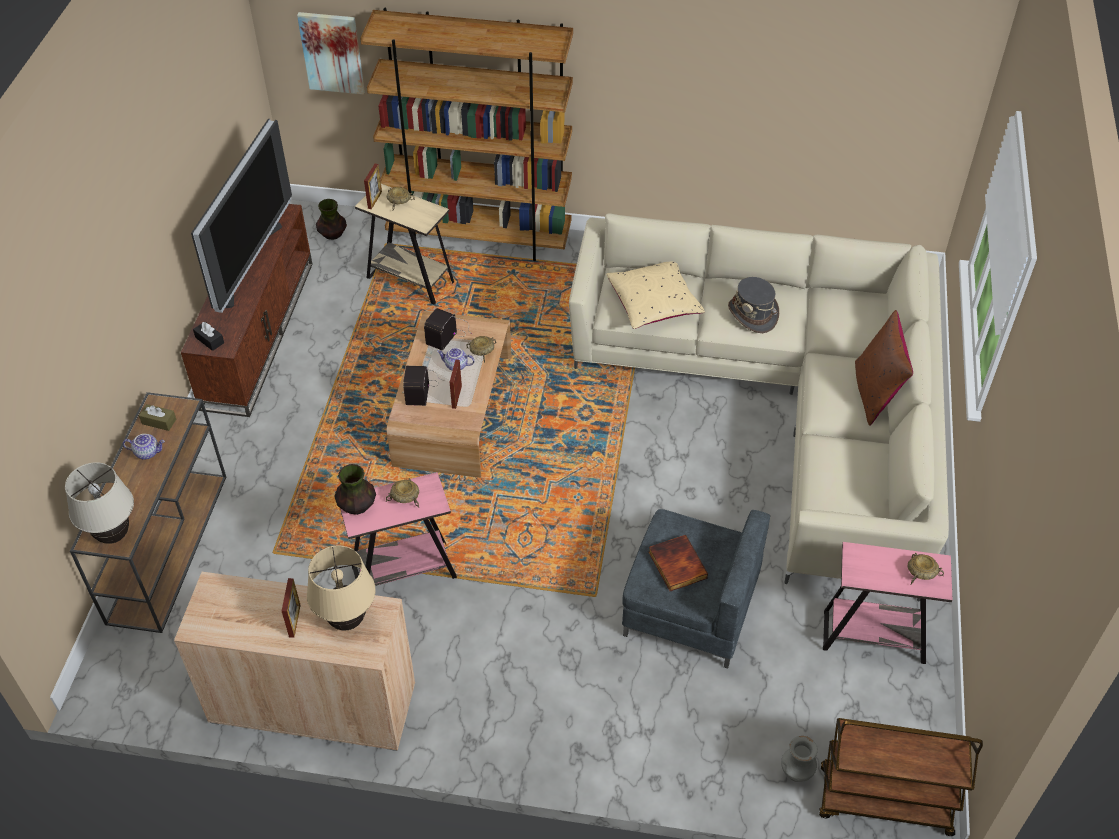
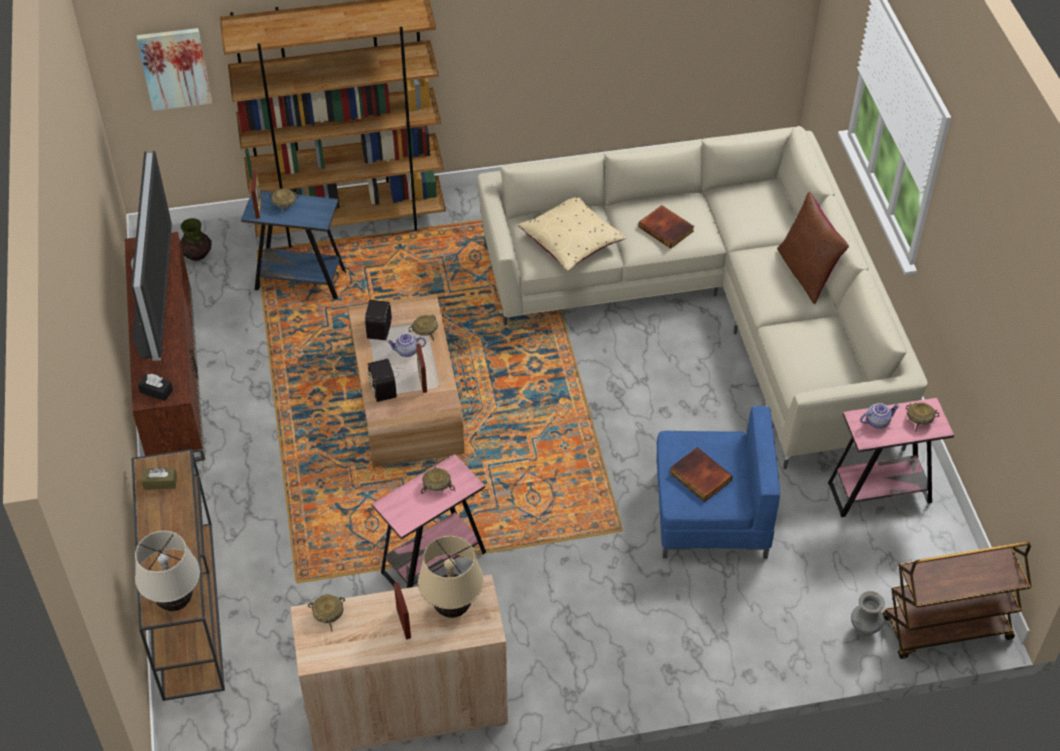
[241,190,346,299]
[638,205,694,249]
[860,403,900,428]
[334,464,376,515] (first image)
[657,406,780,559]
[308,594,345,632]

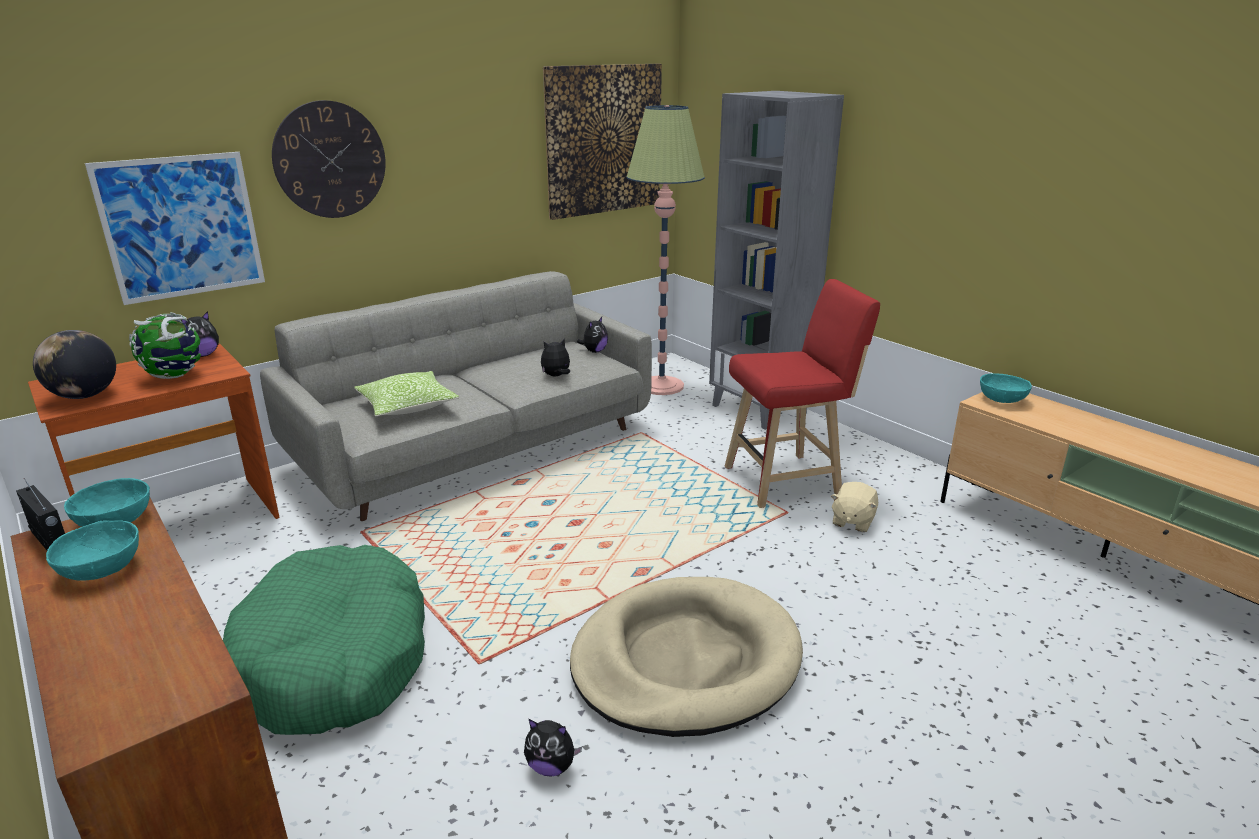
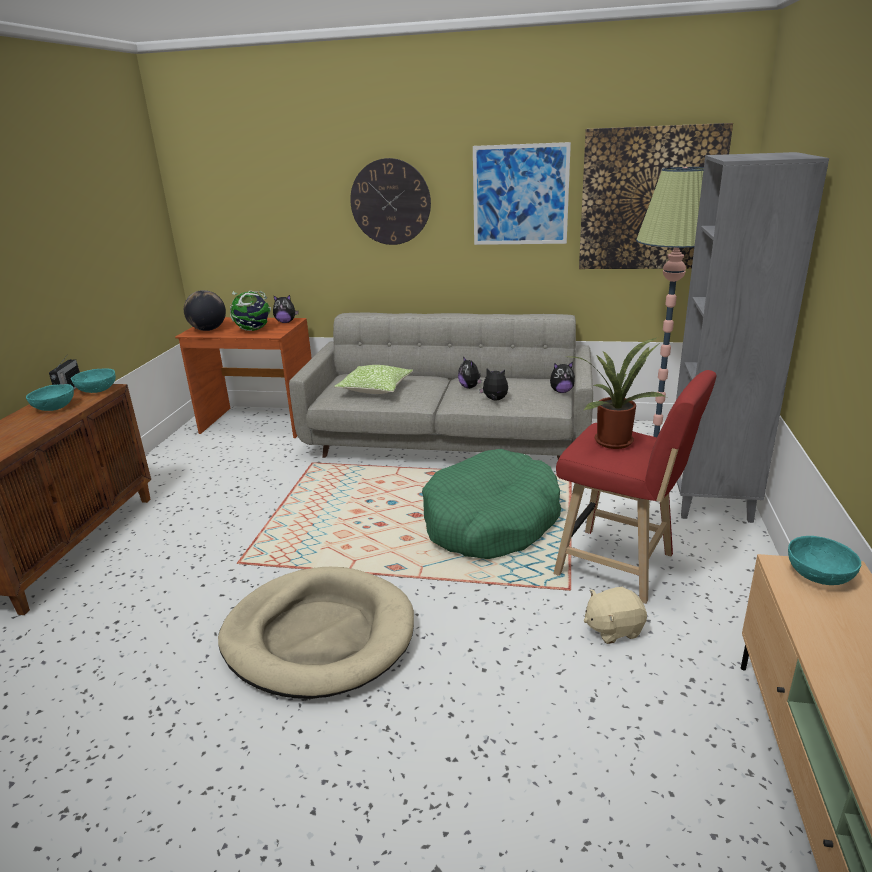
[473,142,571,245]
[422,449,561,559]
[458,356,482,389]
[568,337,666,449]

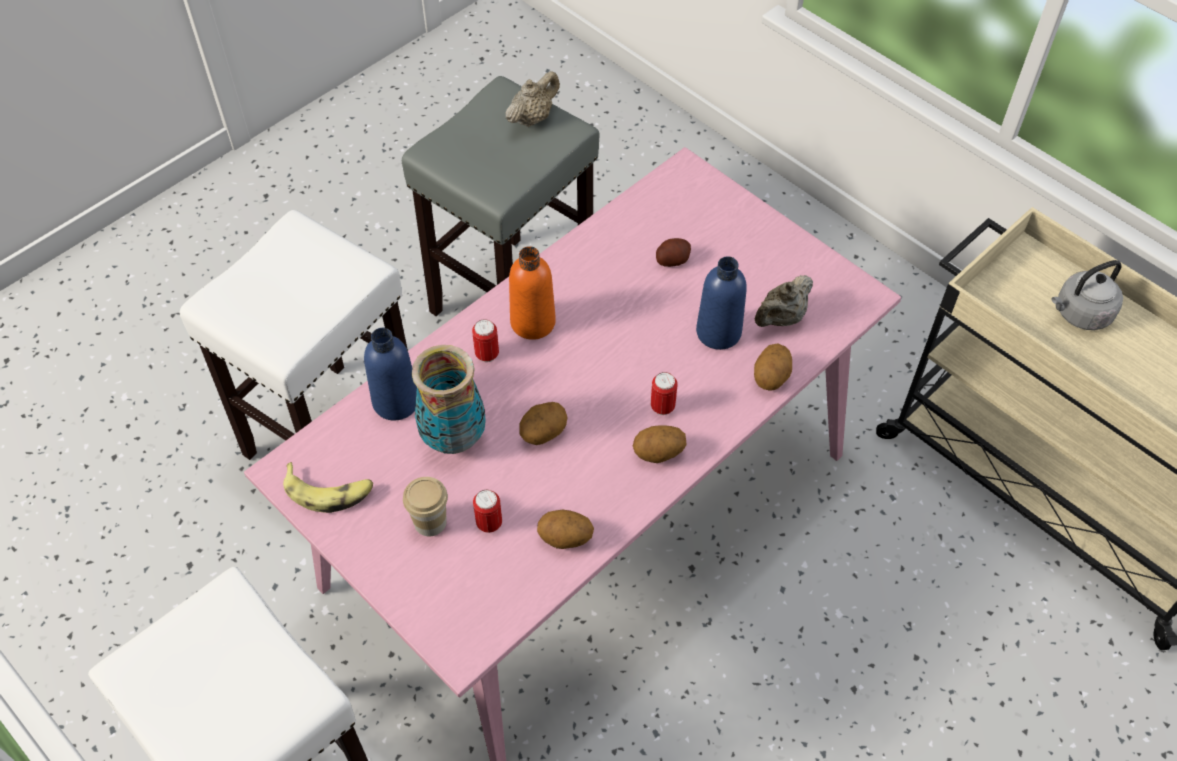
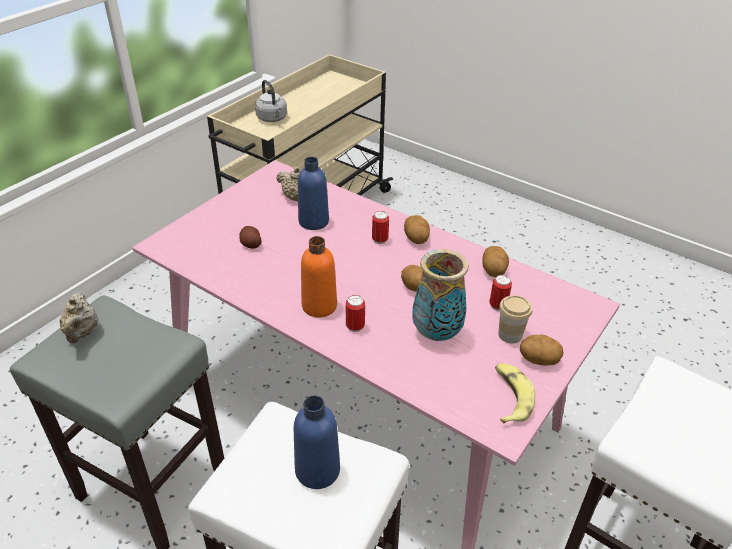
[60,293,98,343]
[294,395,340,489]
[520,334,563,366]

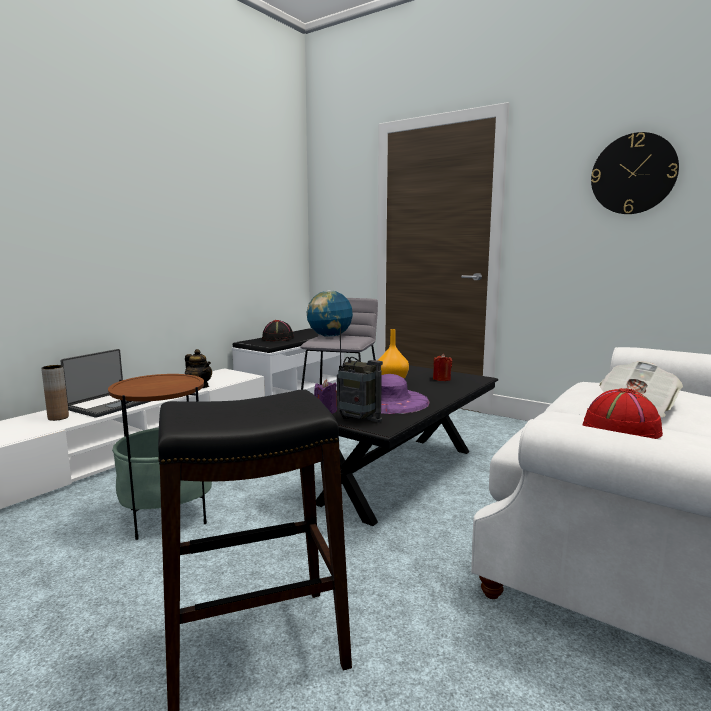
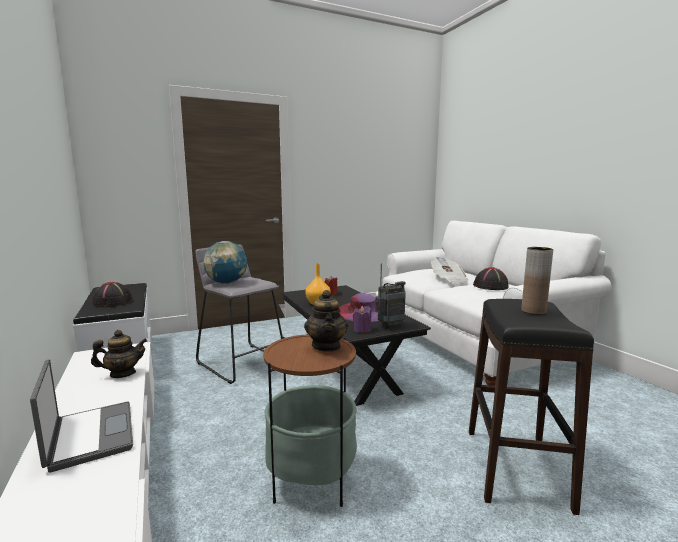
[591,132,679,214] (first image)
[521,247,553,315]
[473,267,509,290]
[304,290,348,352]

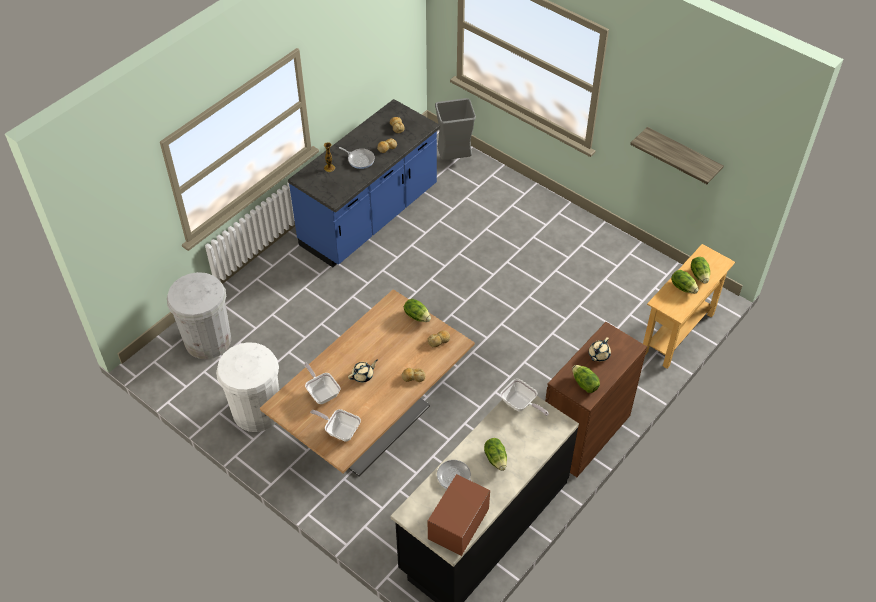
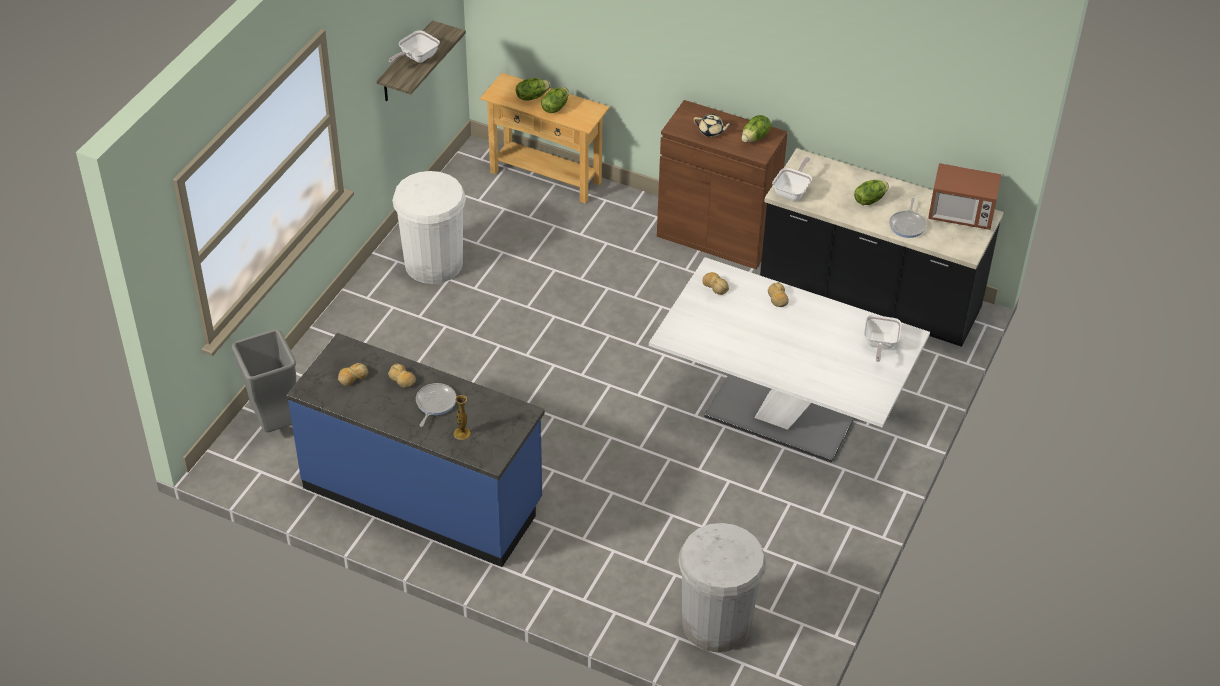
[649,257,930,463]
[404,299,431,322] (first image)
[392,171,466,284]
[348,360,378,383] (first image)
[388,30,440,64]

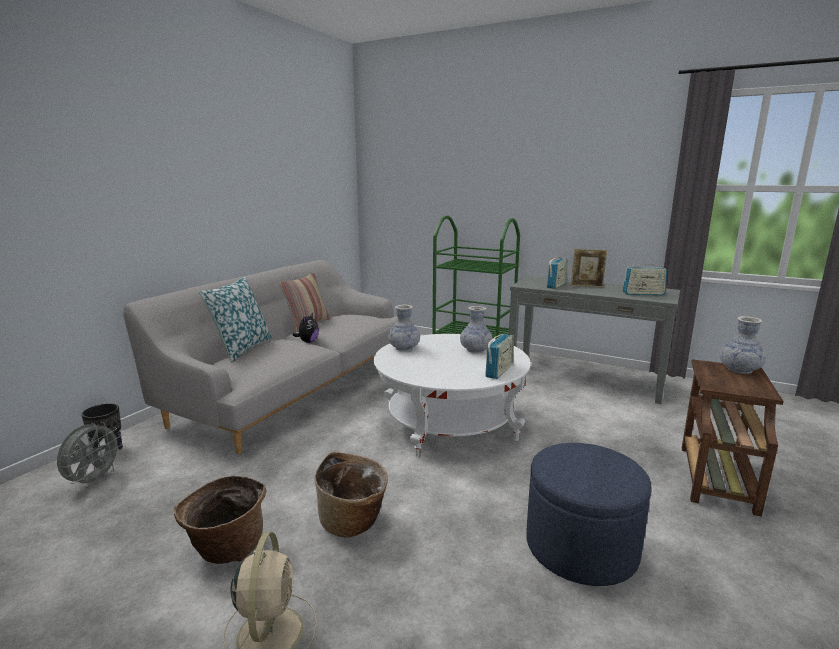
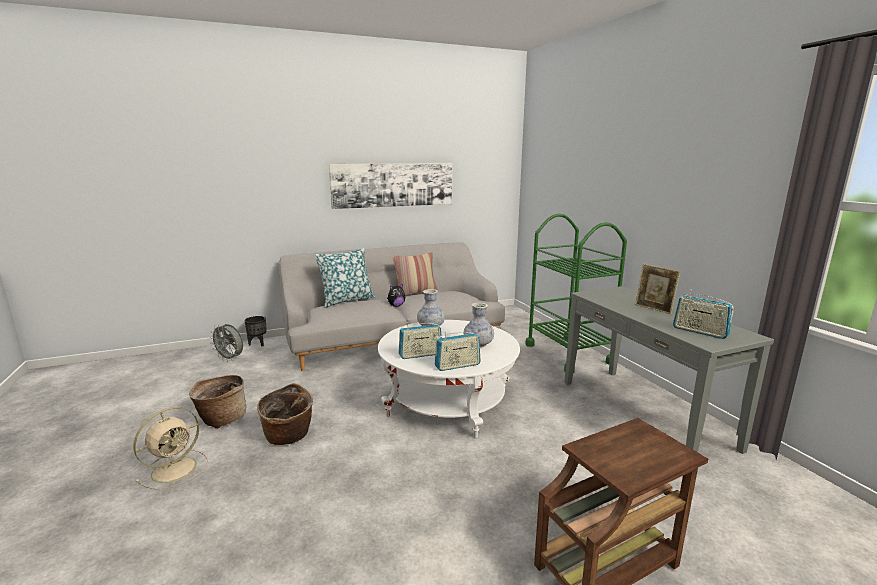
[399,322,442,359]
[719,316,766,374] (first image)
[210,324,243,361]
[526,443,651,586] (first image)
[329,163,452,209]

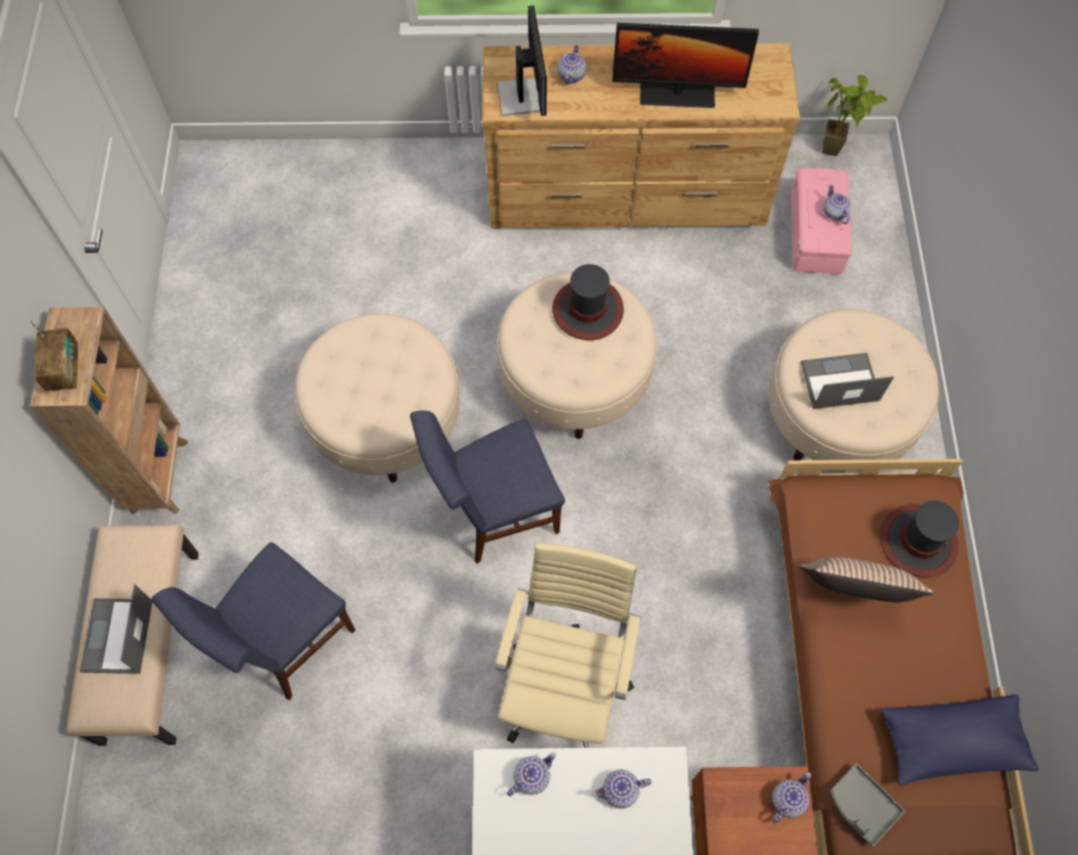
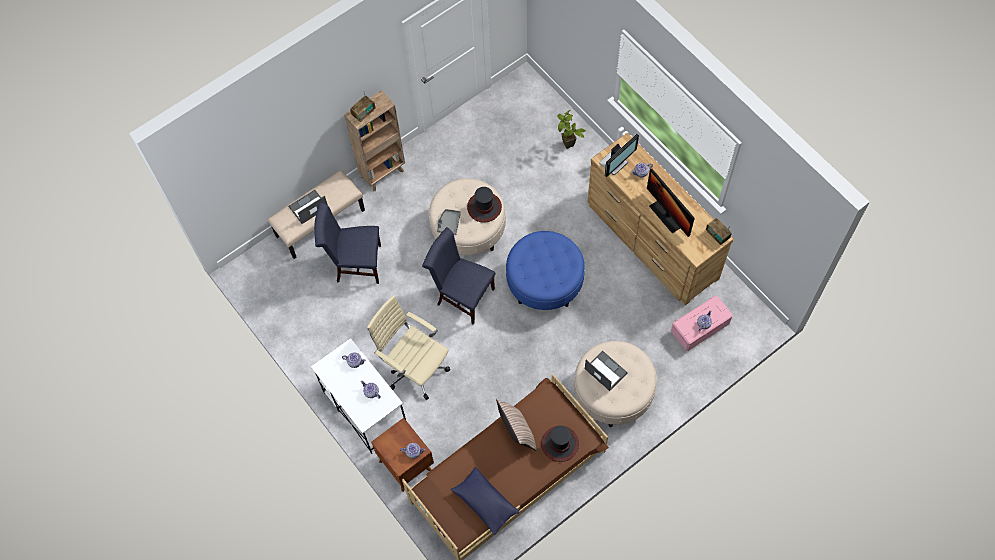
[557,110,586,149]
[467,187,502,223]
[506,231,585,310]
[367,295,450,400]
[437,209,461,235]
[706,218,732,245]

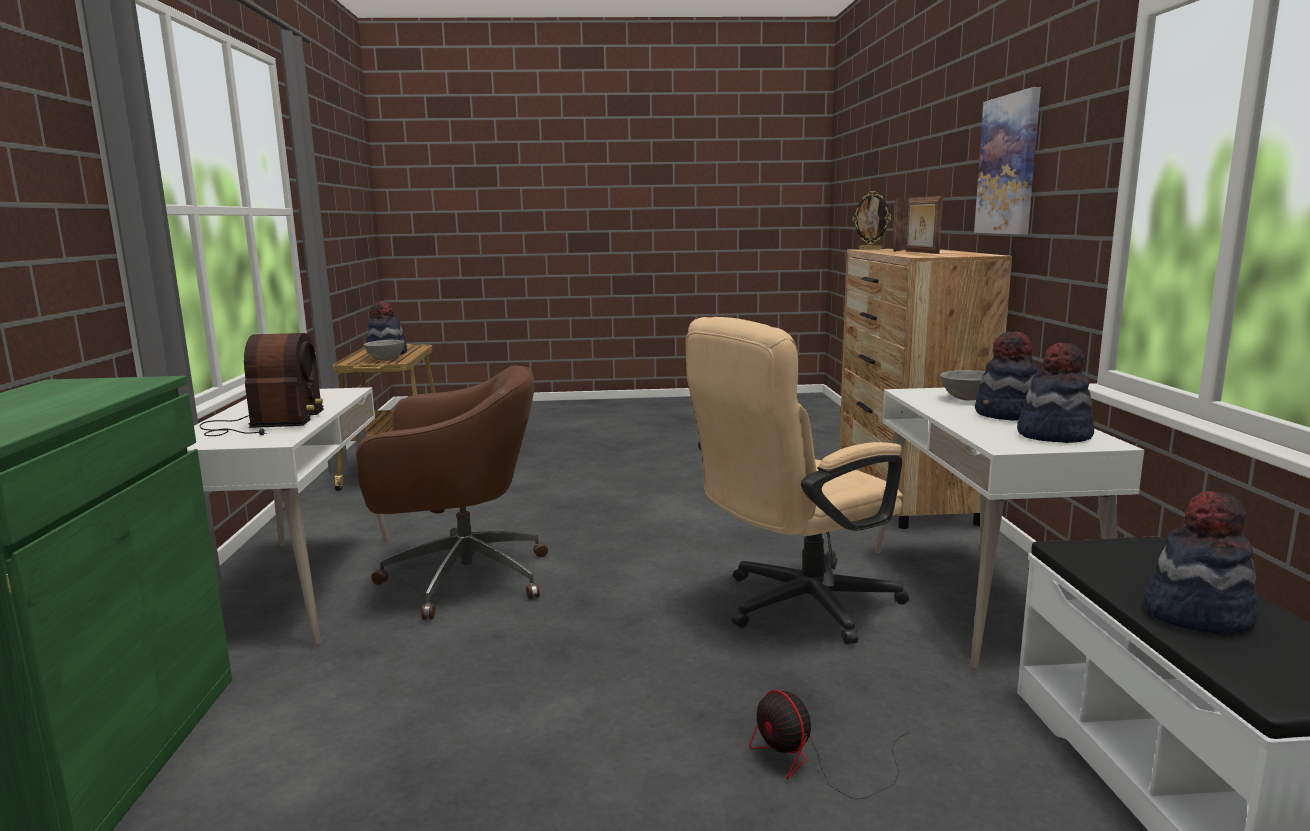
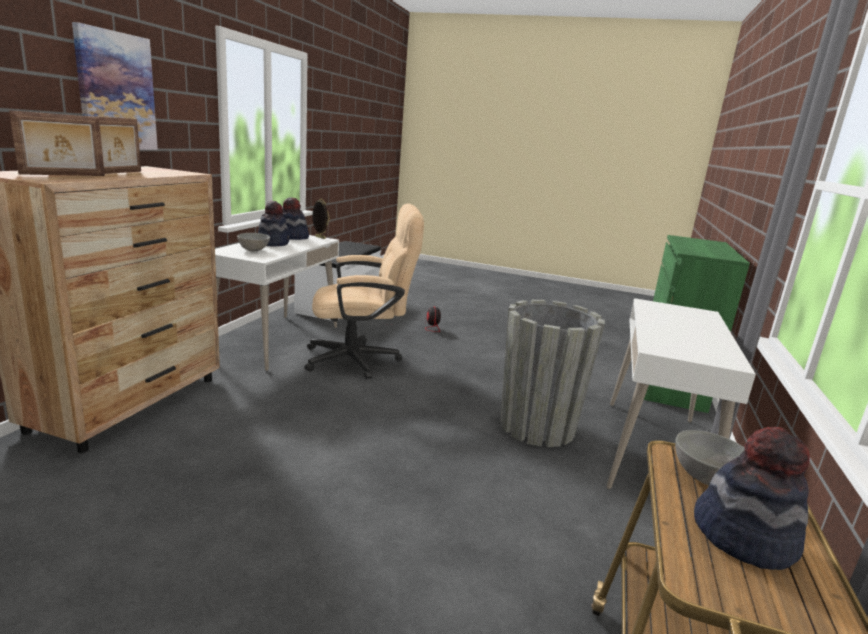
[313,198,330,239]
[199,333,324,436] (first image)
[500,300,605,447]
[1144,491,1258,634] (first image)

